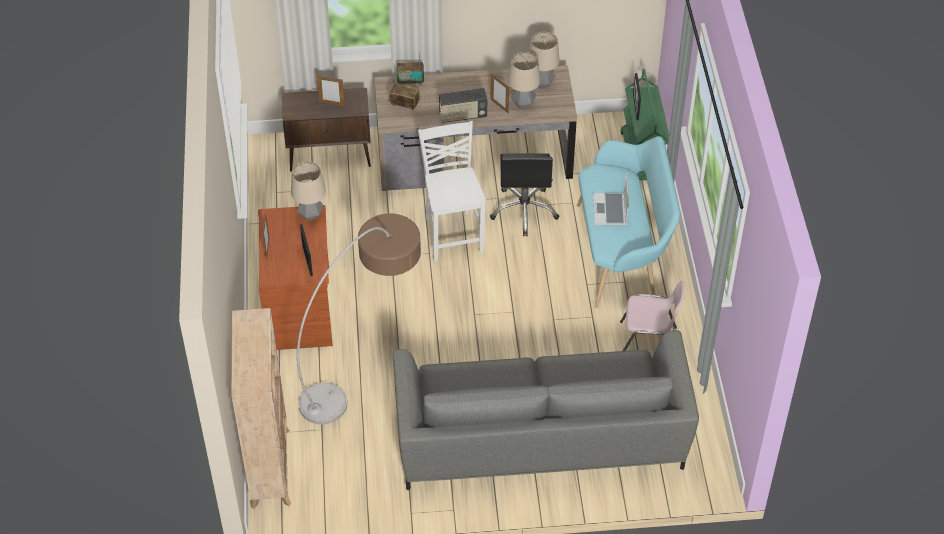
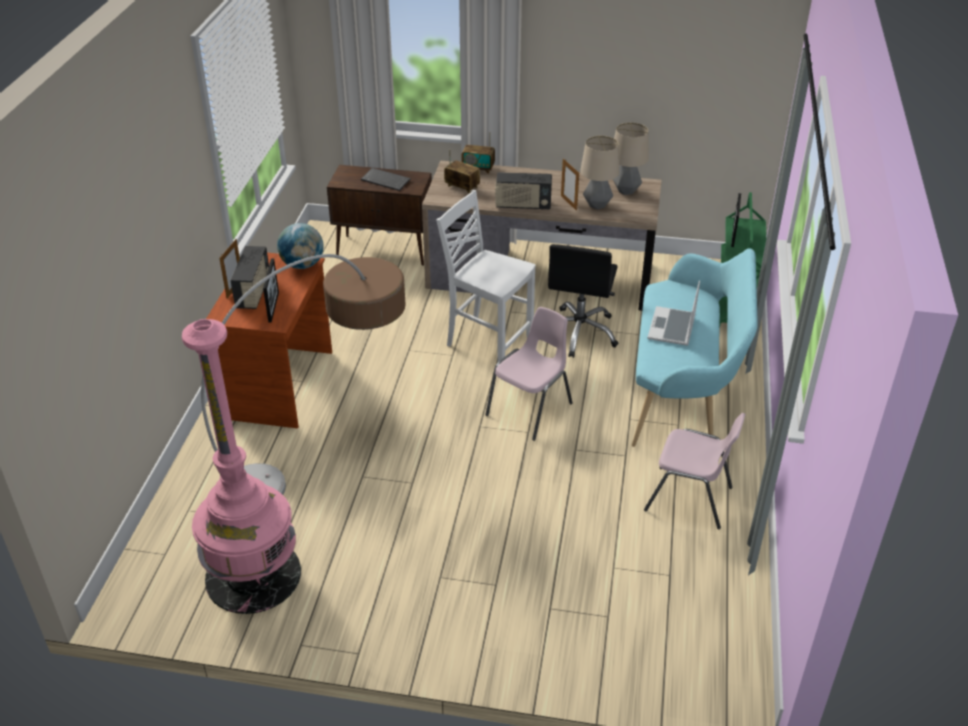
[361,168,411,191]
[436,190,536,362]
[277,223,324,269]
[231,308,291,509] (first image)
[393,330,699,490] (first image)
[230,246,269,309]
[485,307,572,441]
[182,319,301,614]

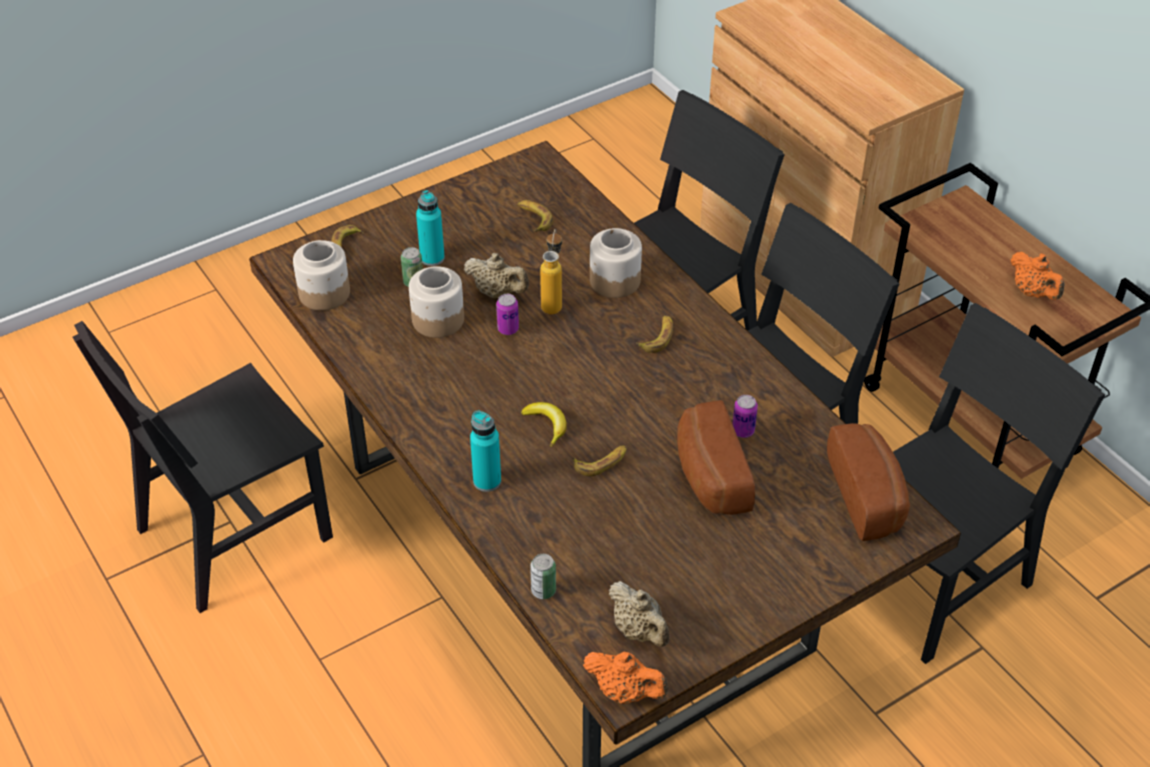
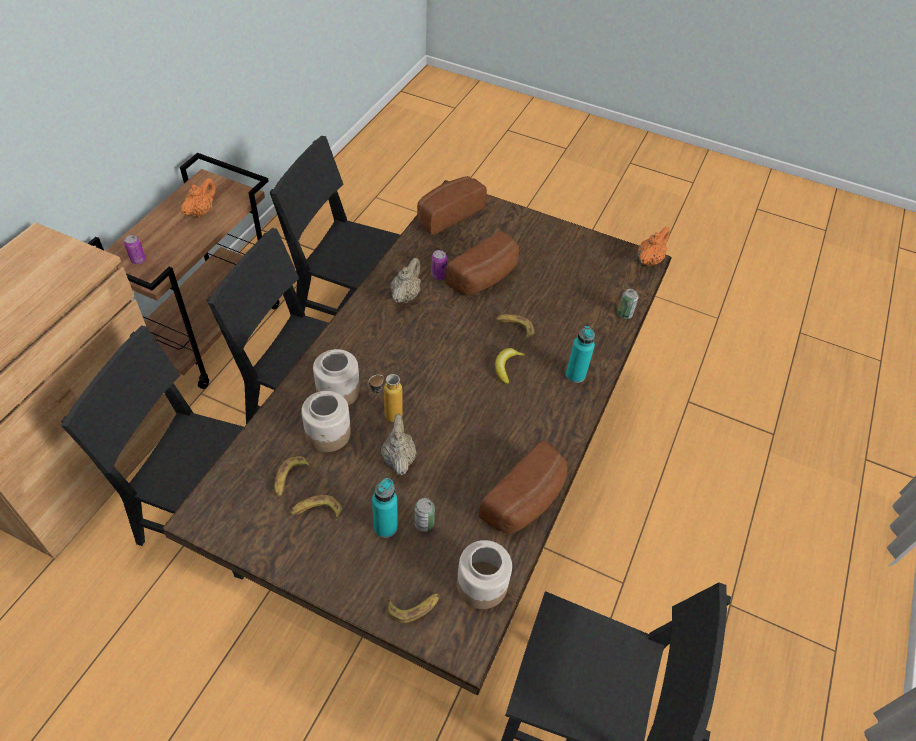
[301,391,351,452]
[124,235,146,264]
[290,495,342,520]
[391,258,421,303]
[638,227,670,267]
[479,440,567,534]

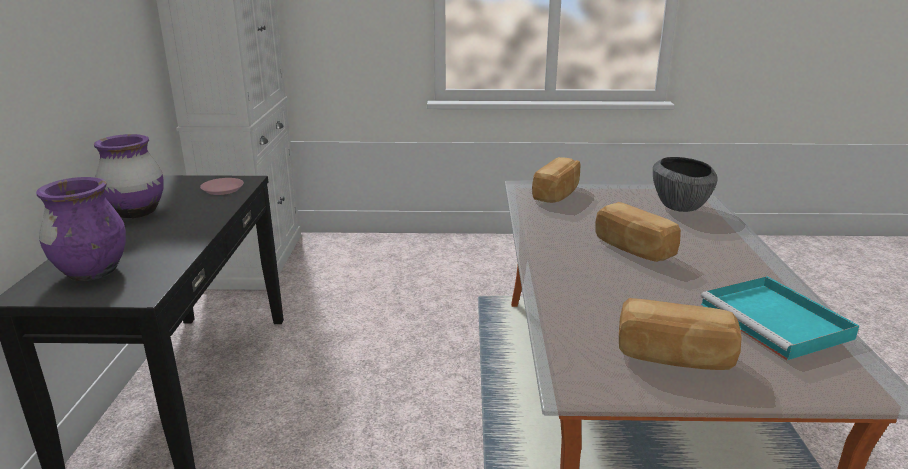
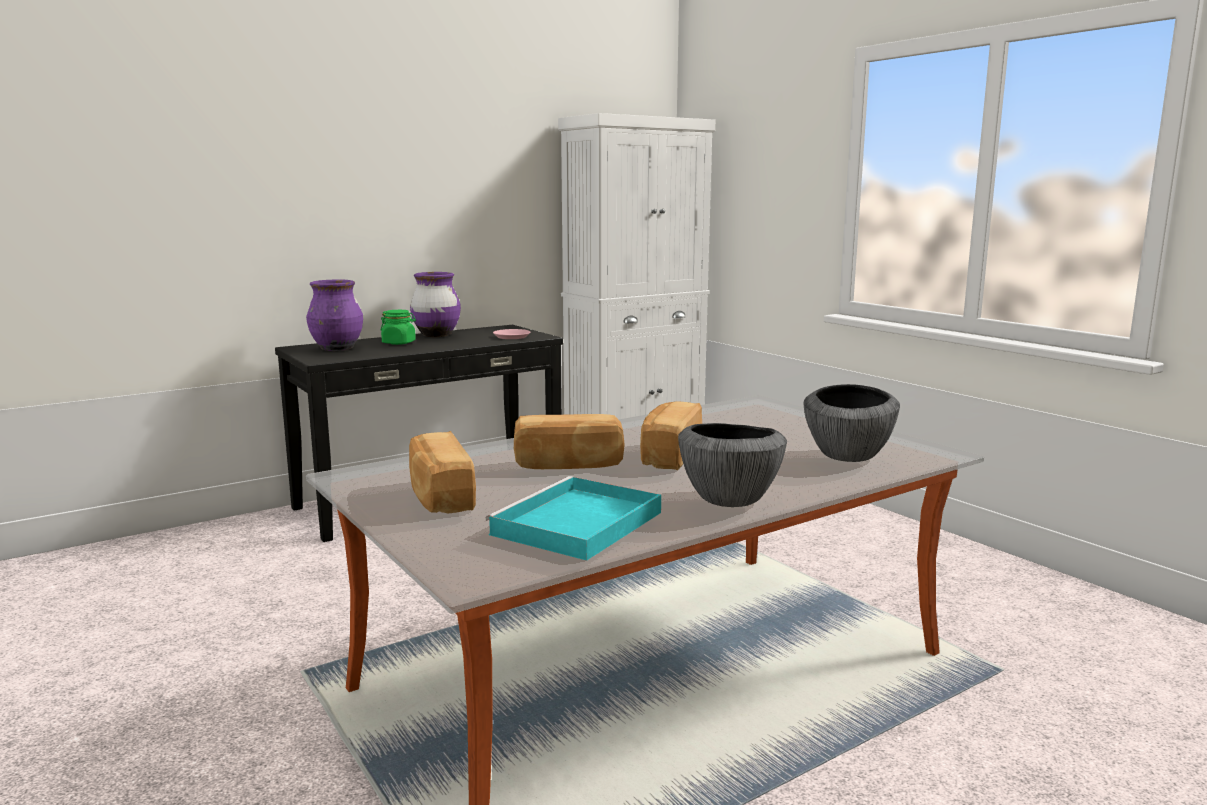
[514,414,625,469]
[381,310,416,345]
[678,423,787,507]

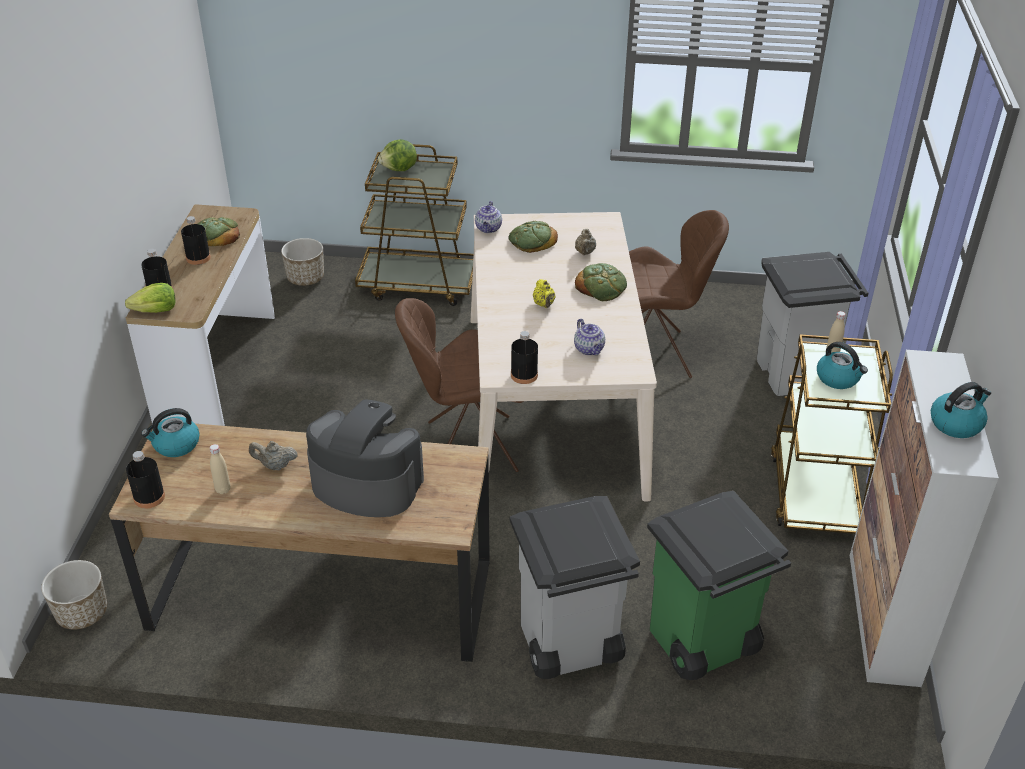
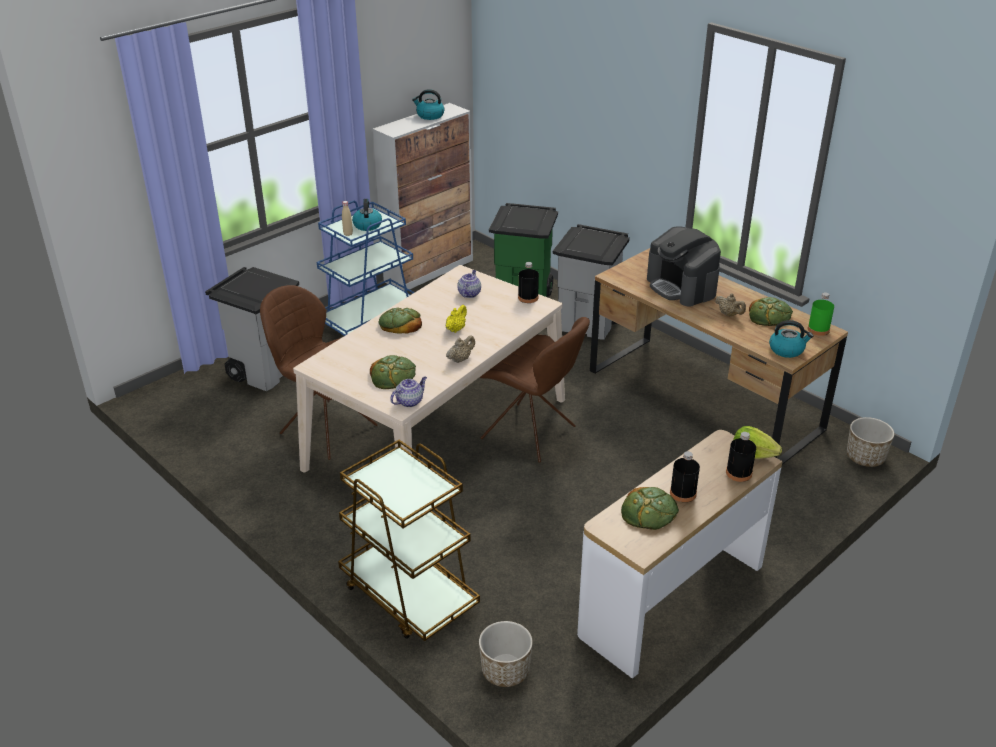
[378,139,417,171] (first image)
[446,336,475,363]
[317,201,415,336]
[749,297,793,326]
[808,292,834,336]

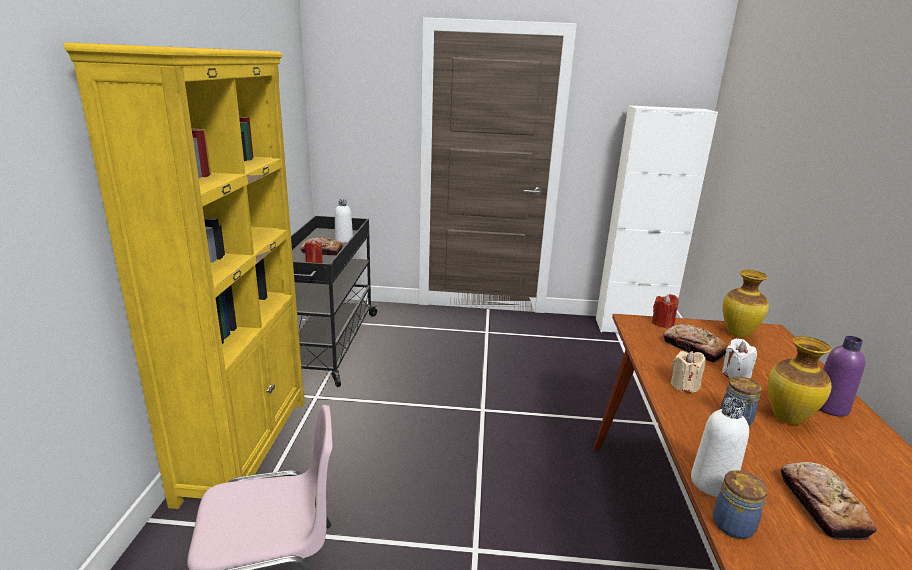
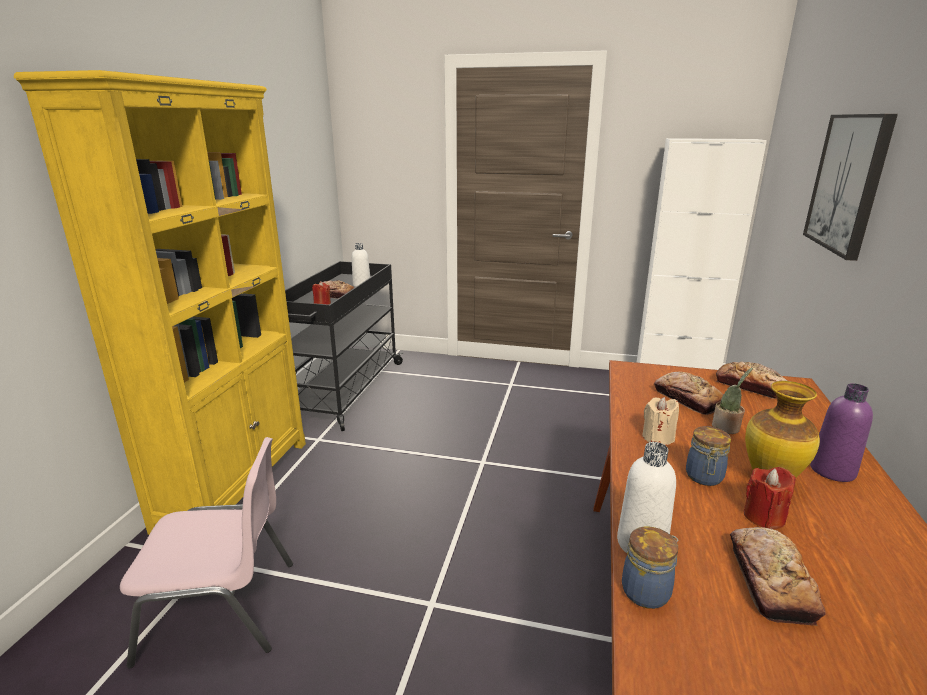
[716,361,787,399]
[744,467,795,529]
[712,368,753,434]
[803,114,898,261]

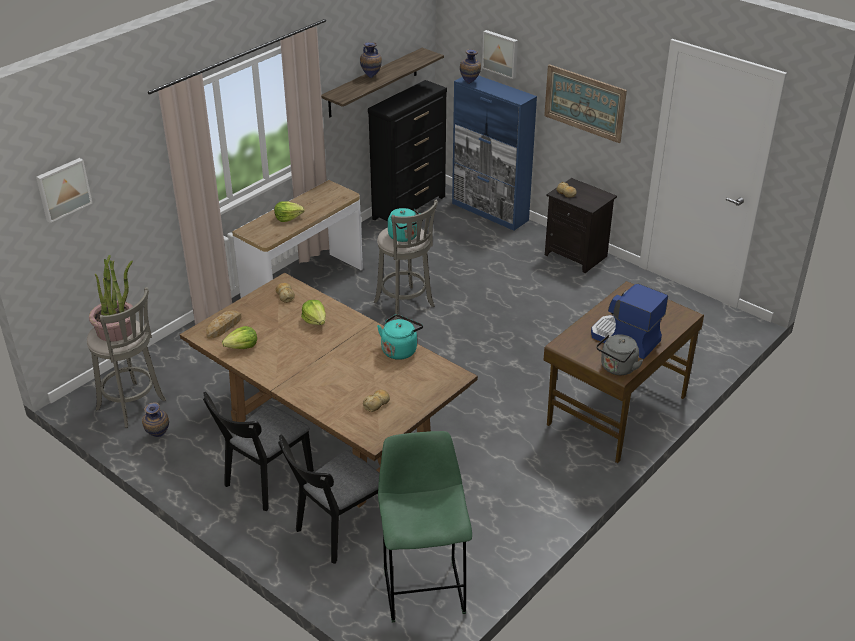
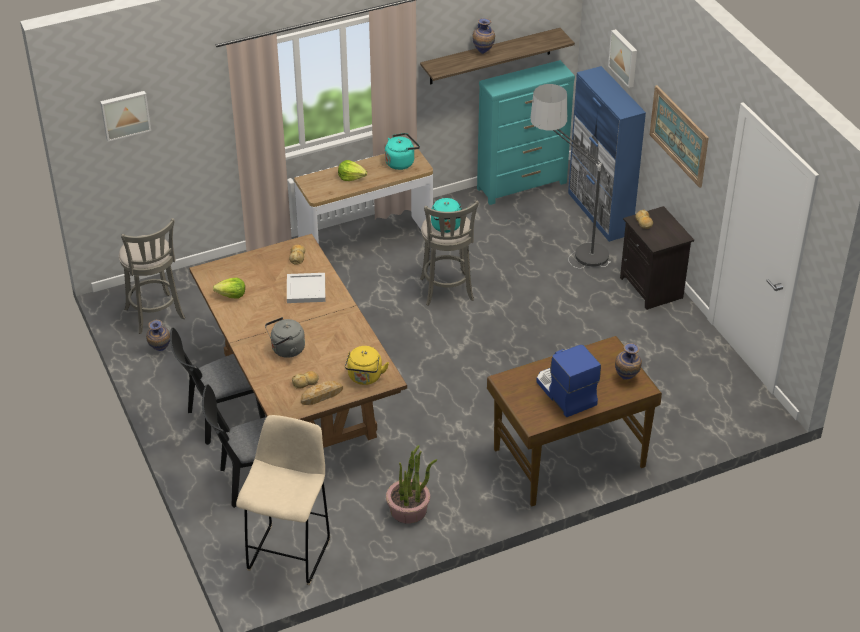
[615,343,642,380]
[477,60,575,205]
[386,445,437,523]
[287,273,326,303]
[301,381,343,405]
[385,133,420,170]
[265,317,305,358]
[236,415,330,586]
[530,84,611,268]
[345,346,389,385]

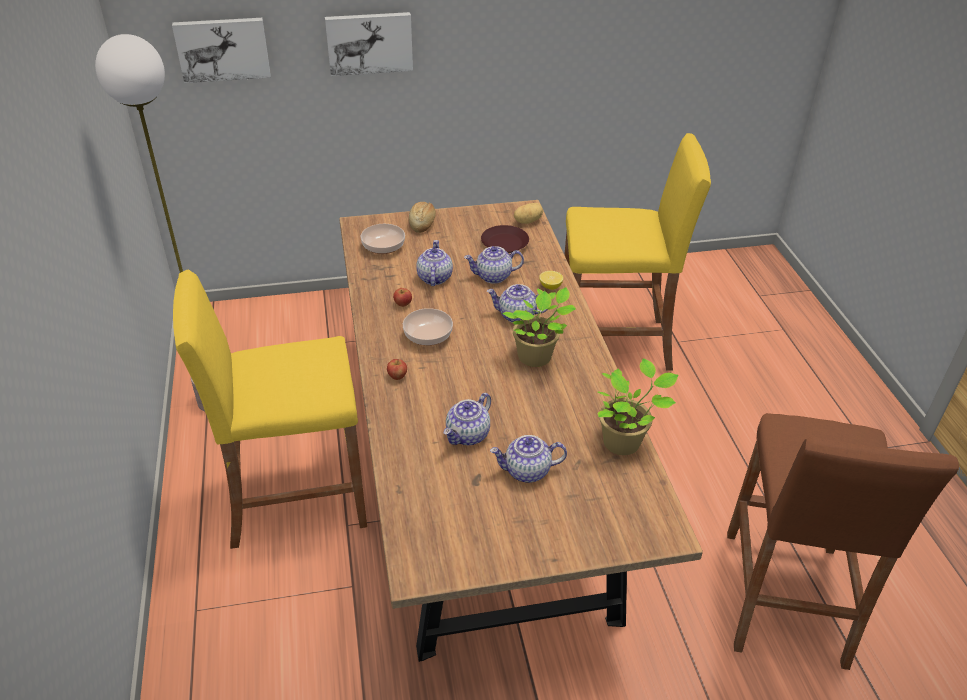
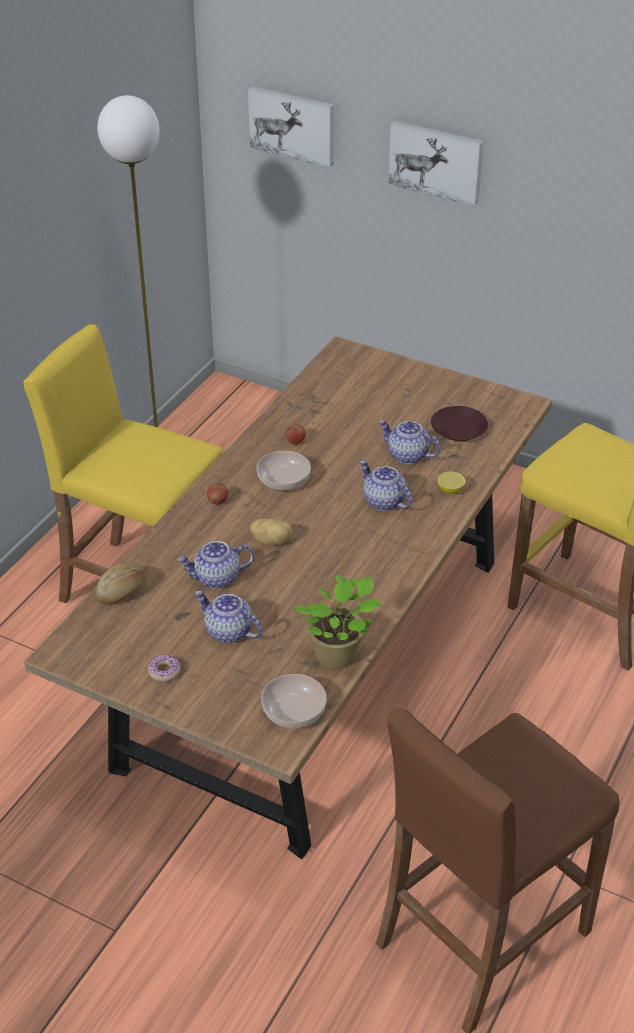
[96,563,146,605]
[250,519,293,544]
[261,674,327,728]
[416,240,453,286] (first image)
[502,287,576,367] (first image)
[148,655,181,682]

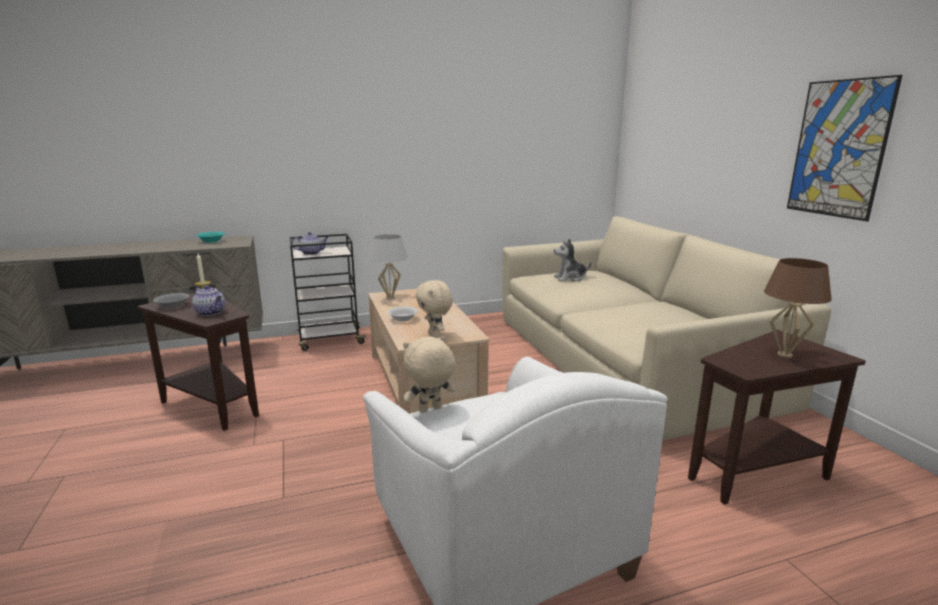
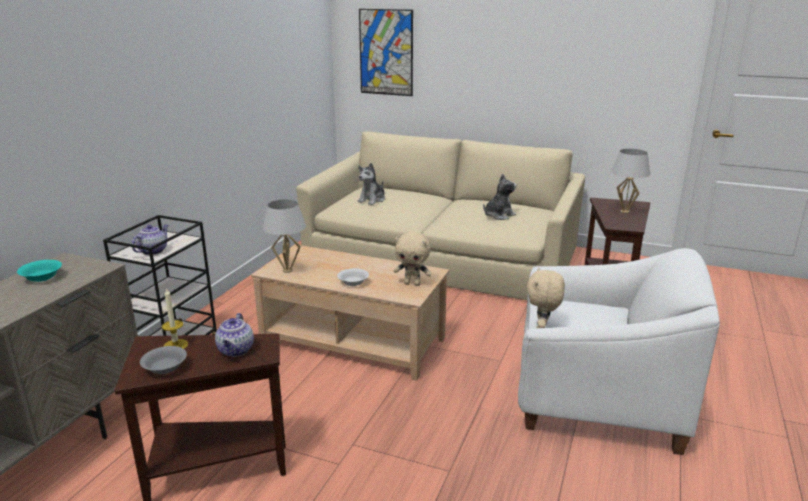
[359,9,413,96]
[611,149,650,213]
[215,313,254,357]
[483,174,517,220]

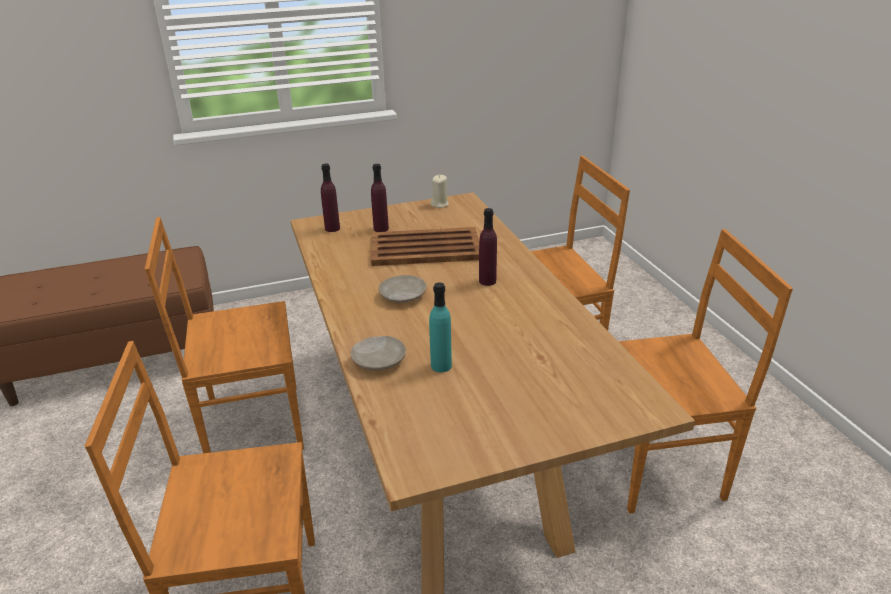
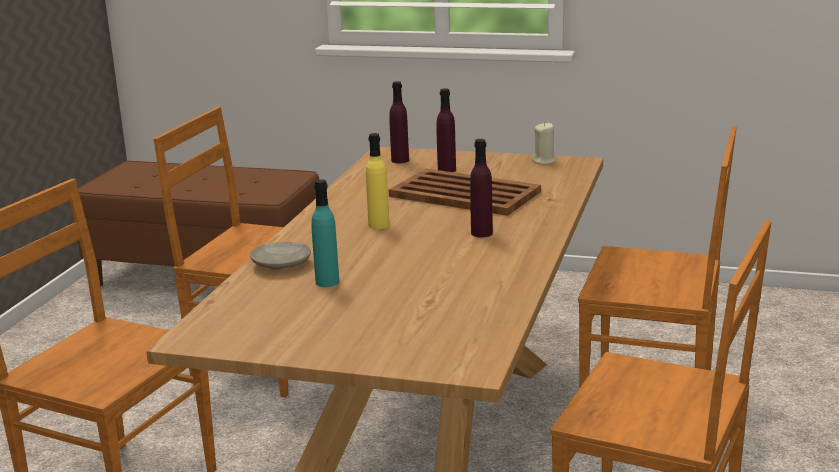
[366,133,389,229]

